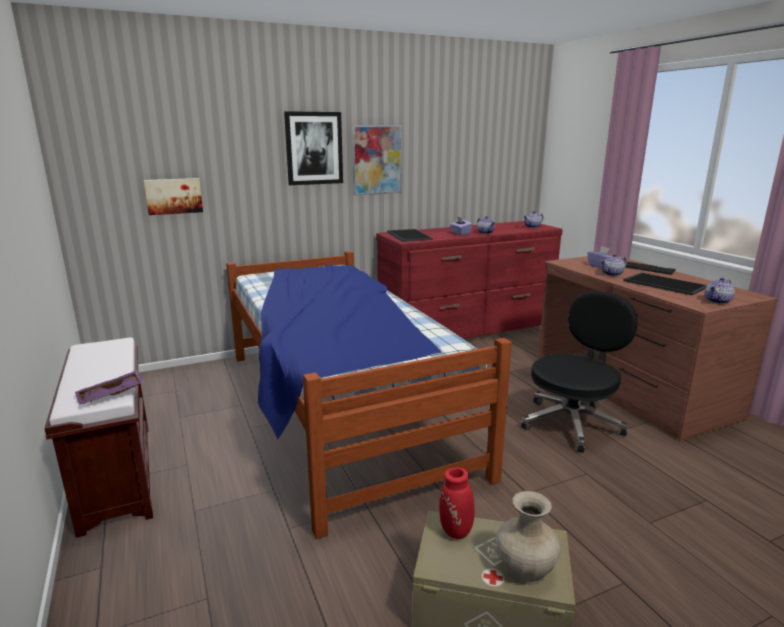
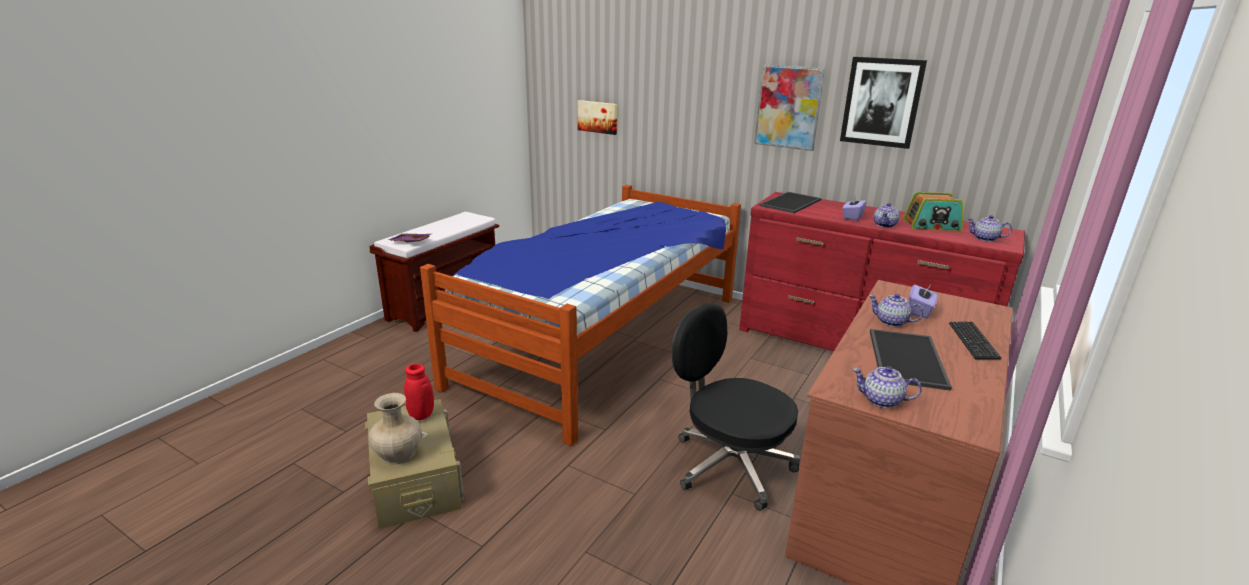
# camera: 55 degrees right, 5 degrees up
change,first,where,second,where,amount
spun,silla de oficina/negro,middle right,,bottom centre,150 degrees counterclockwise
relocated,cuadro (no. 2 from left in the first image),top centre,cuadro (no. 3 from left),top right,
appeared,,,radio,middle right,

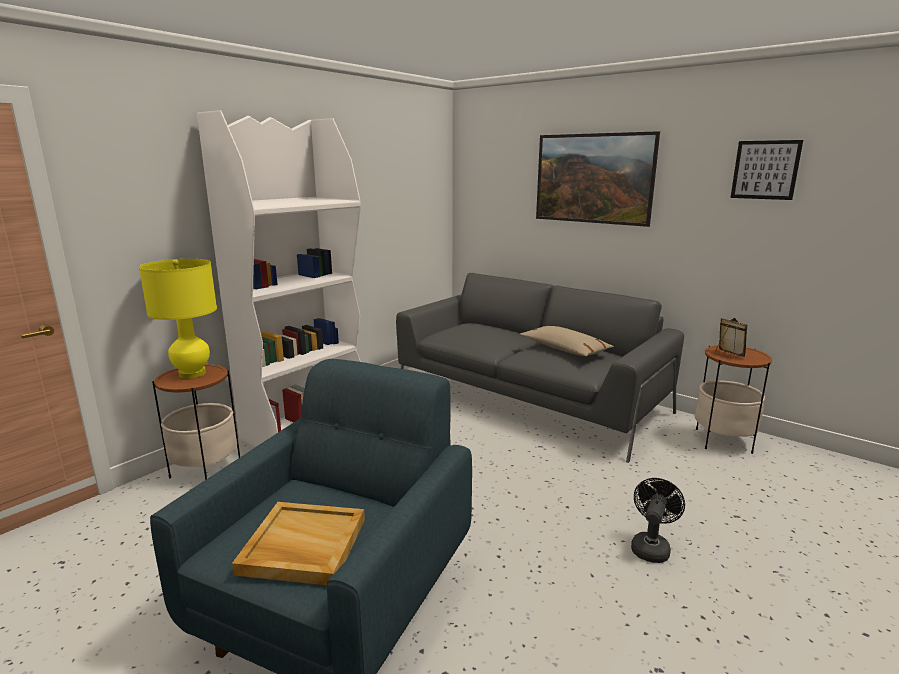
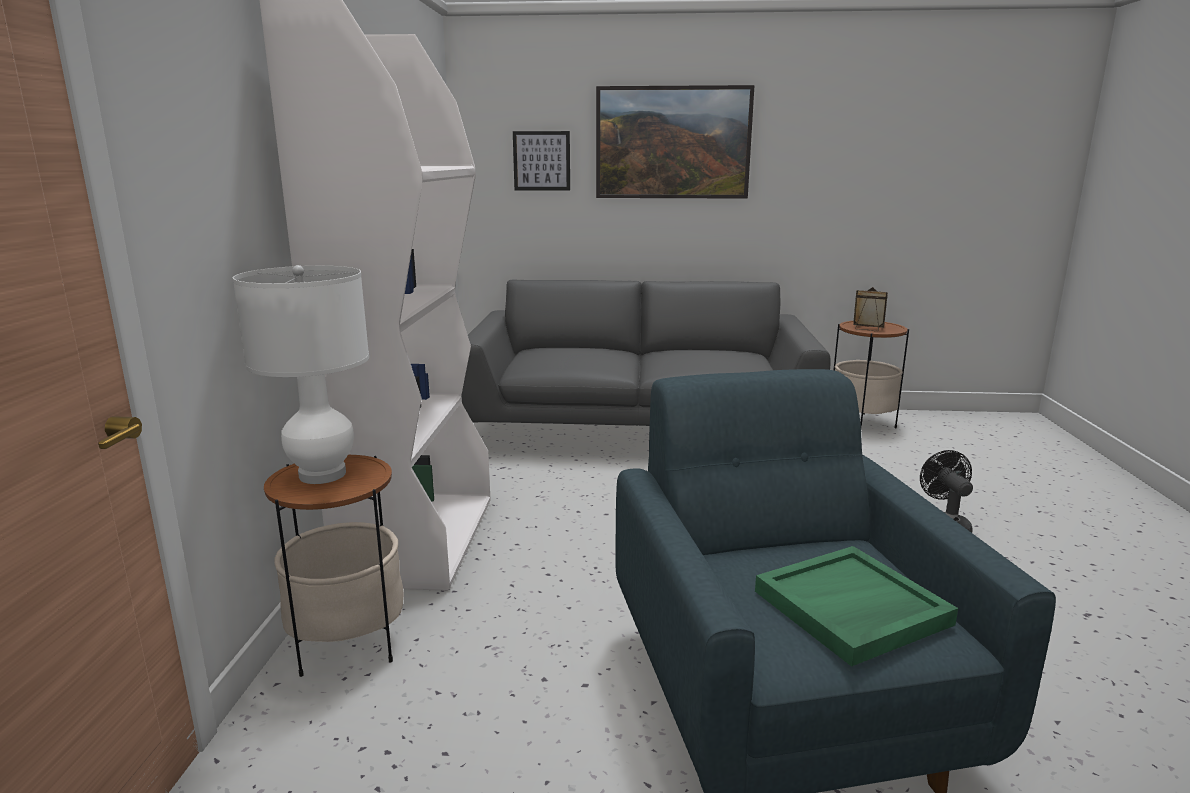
# camera: 35 degrees left, 0 degrees up
change,first,where,second,where,amount
colour,lámpara de mesa/amarillo,middle left,lámpara de mesa/blanco,middle left,
relocated,cuadro (no. 2 from left in the first image),top right,cuadro (no. 1 from left),top centre,
colour,bandeja/beis,bottom left,bandeja/verde,bottom right,
missing,cojín/beis,centre,,,

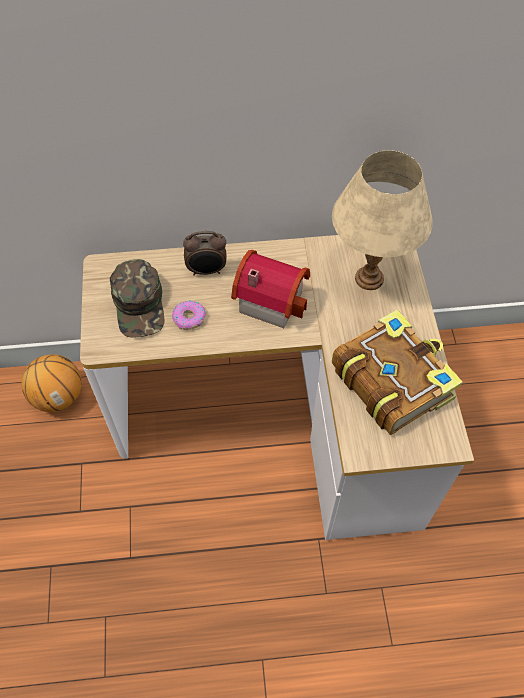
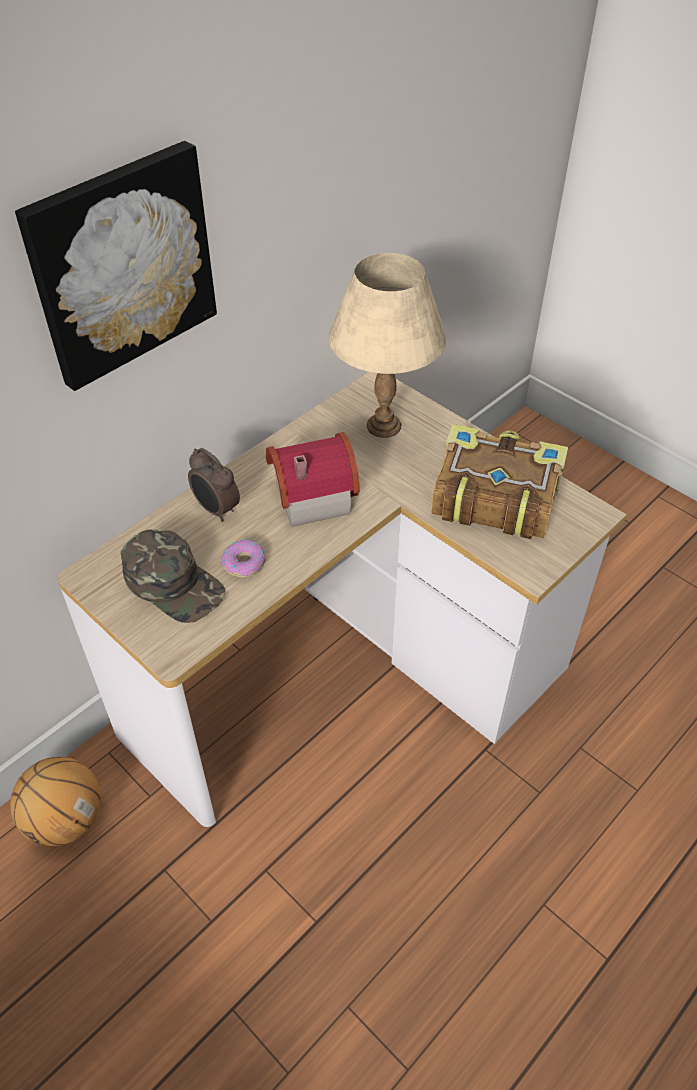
# camera: 40 degrees left, 10 degrees down
change,first,where,second,where,amount
appeared,,,cuadro,top left,
spun,despertador,centre,,middle left,90 degrees clockwise

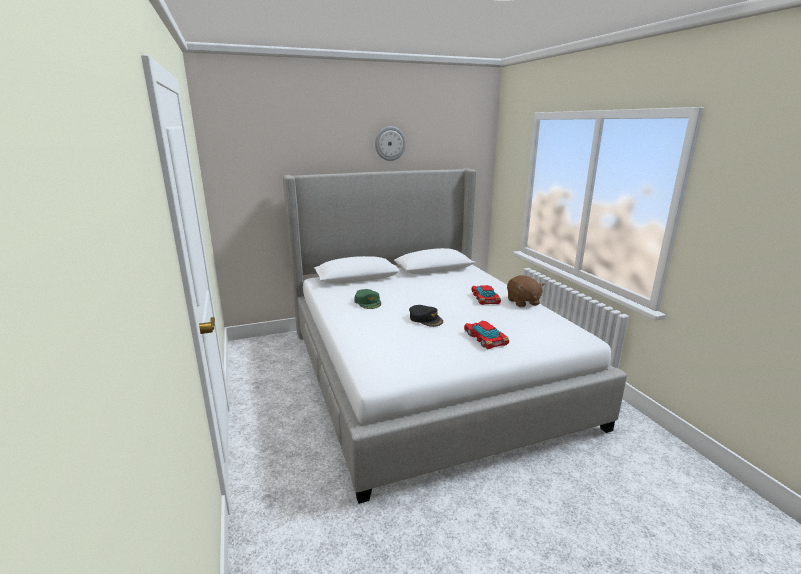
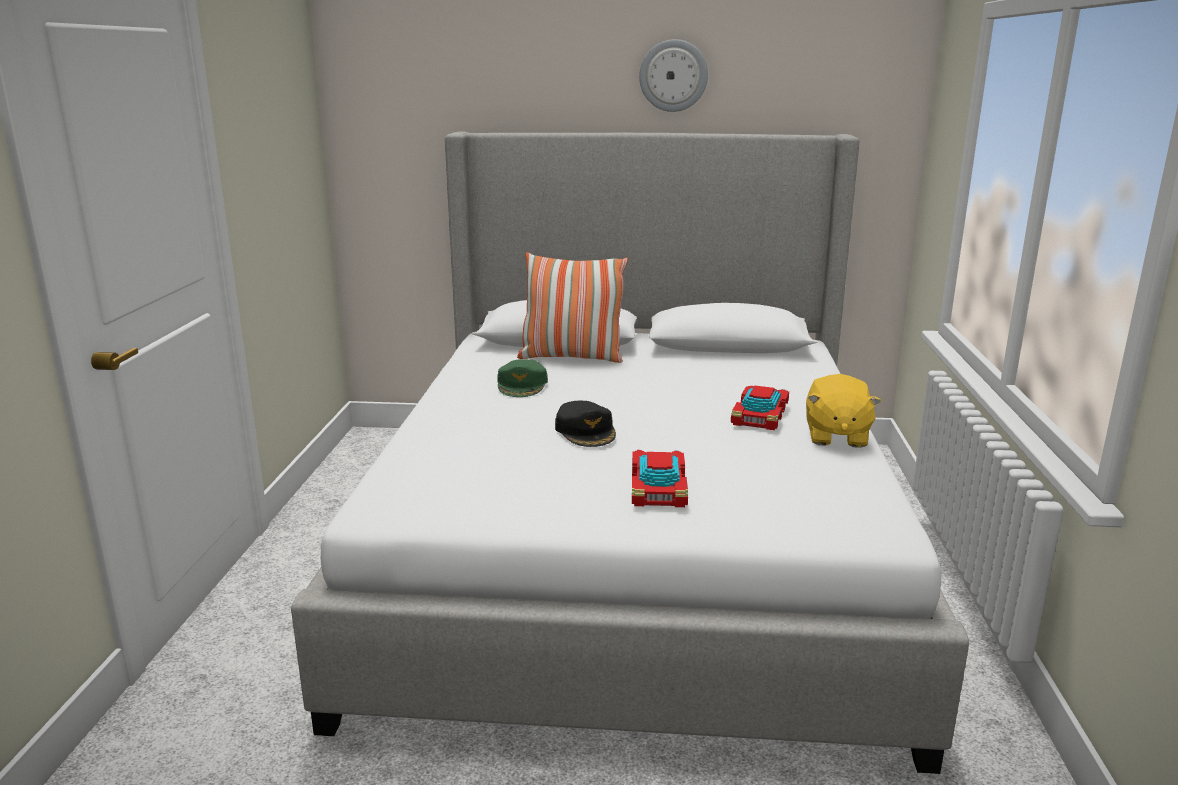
# camera: 25 degrees right, 0 degrees up
change,first,where,second,where,amount
appeared,,,cojín,centre,
colour,peluche/marrón,centre,peluche/amarillo,middle right,

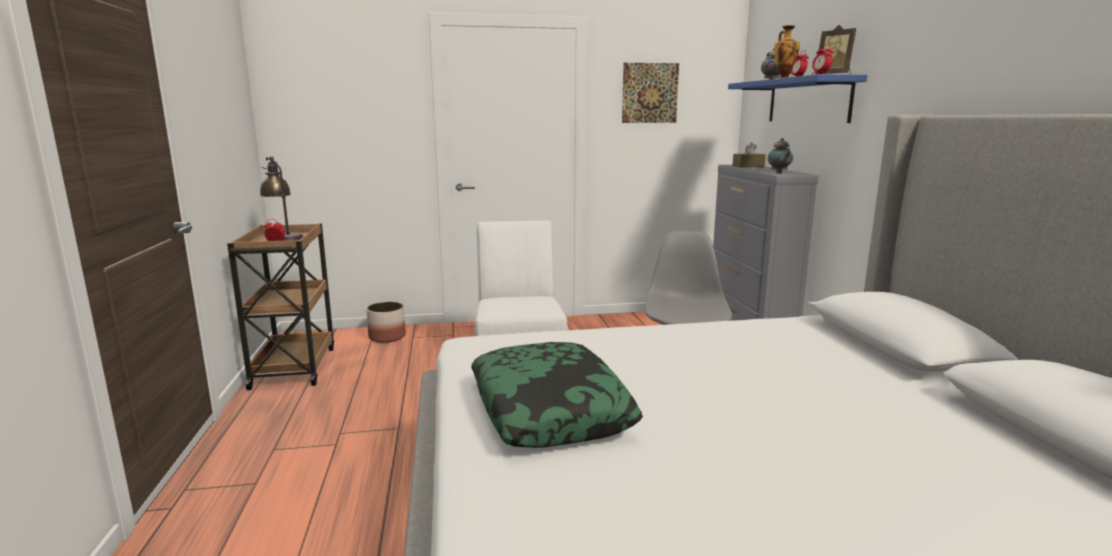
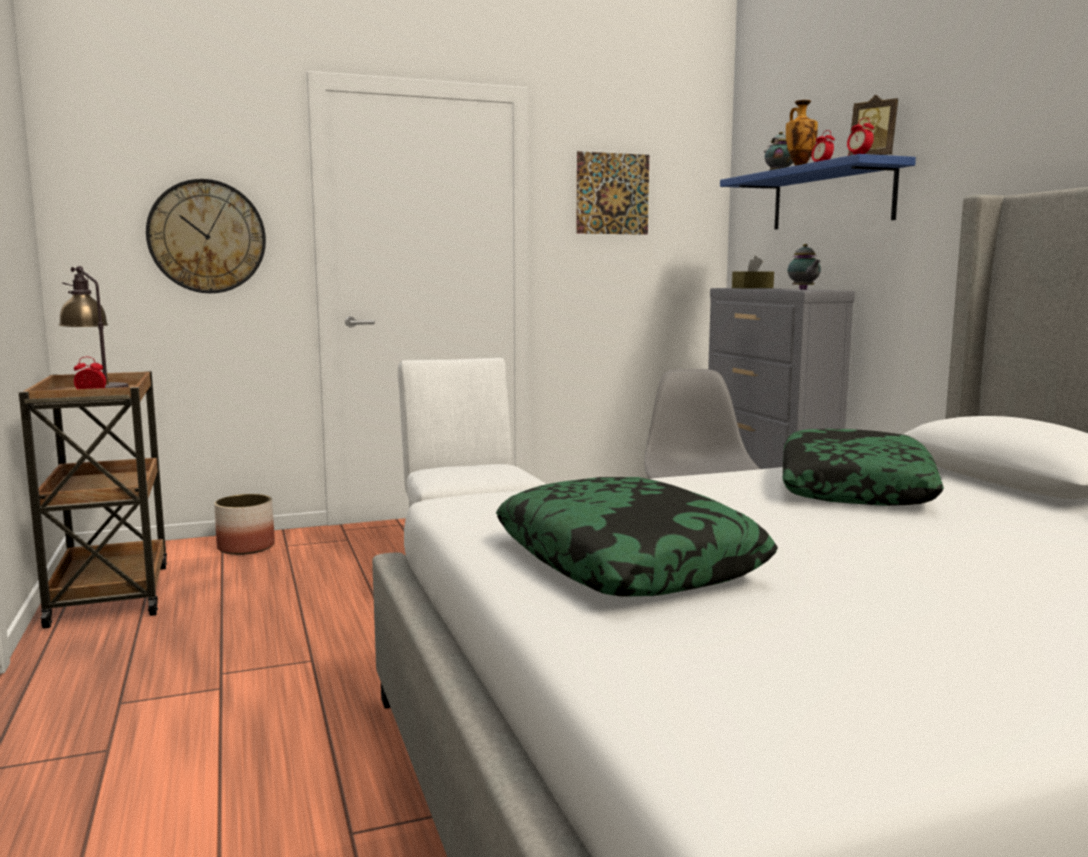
# camera: 10 degrees left, 5 degrees down
change,first,where,second,where,amount
appeared,,,reloj de pared,top left,
appeared,,,cojín (no. 2 from left),middle right,

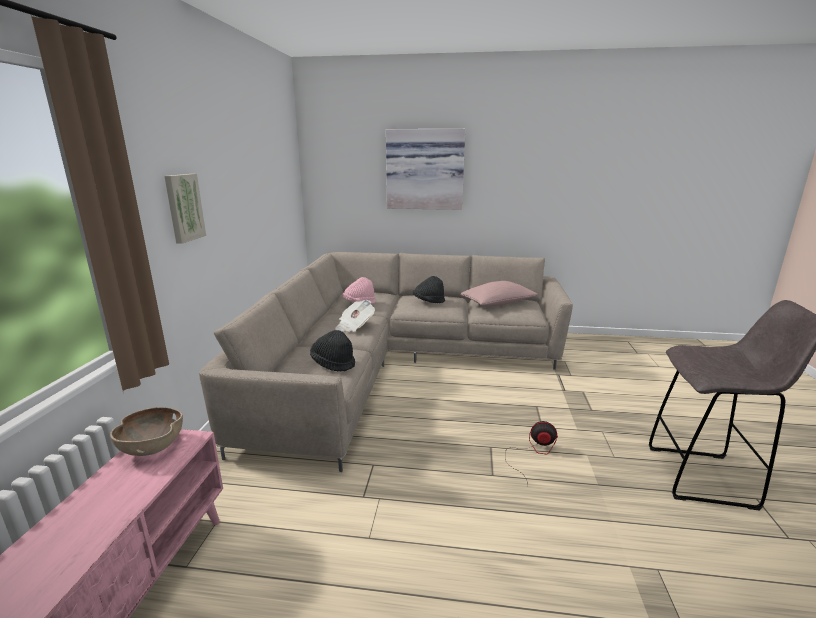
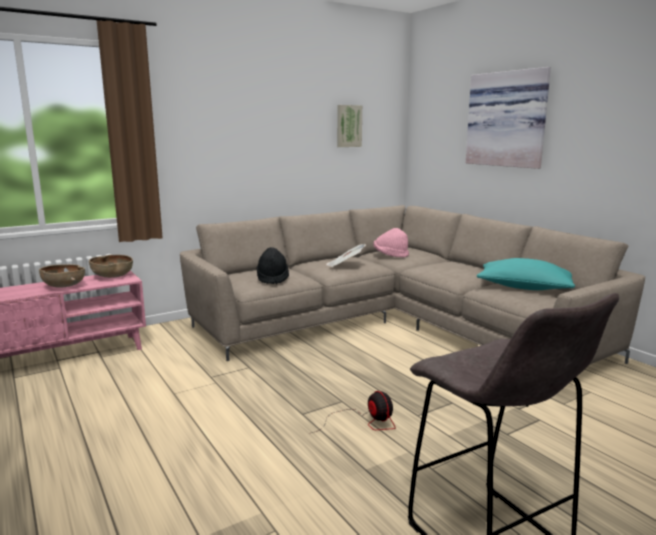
# camera: 50 degrees right, 5 degrees down
change,first,where,second,where,amount
appeared,,,cuenco/marrón (no. 1 from left),middle left,
relocated,cuadro (no. 1 from left),middle left,,top centre,
colour,cojín/rosa,centre,cojín/turquesa,middle right,
missing,sombrero/negro (no. 2 from left),centre,,,

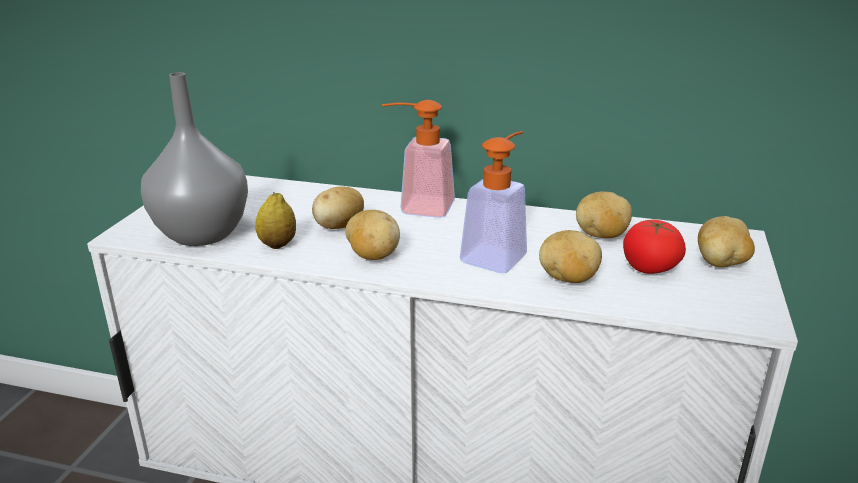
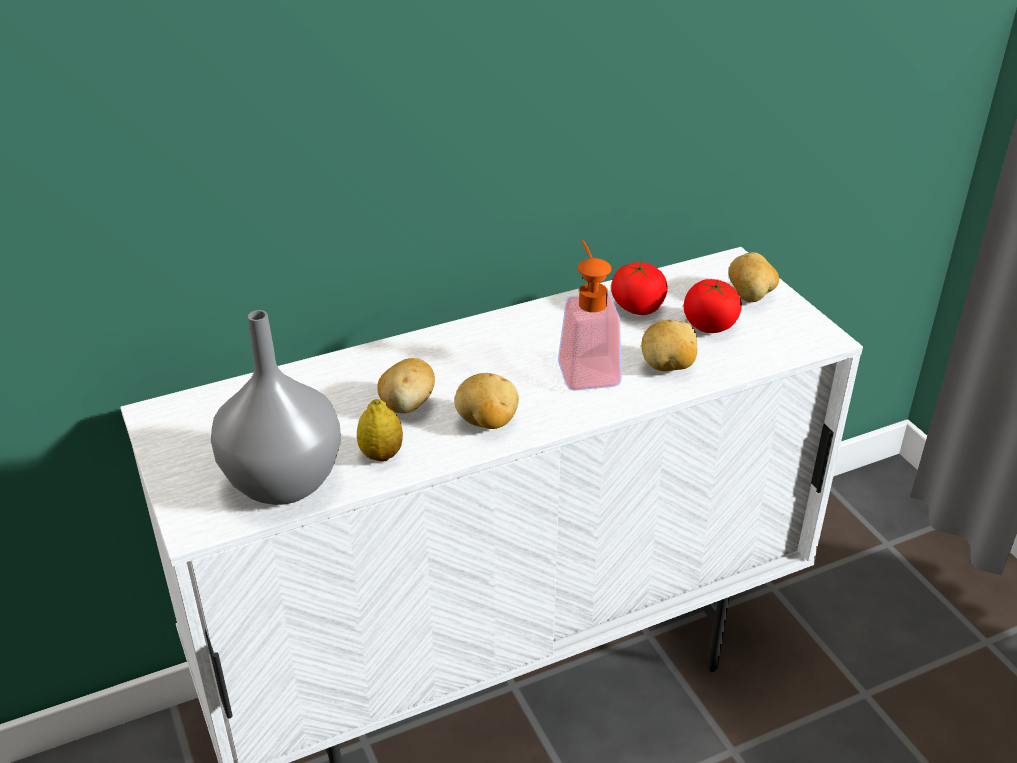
# camera: 40 degrees left, 10 degrees up
change,first,where,second,where,amount
exchanged,patata (no. 4 from left),middle right,tomate (no. 1 from left),centre,
missing,dispensador de jabón (no. 1 from left),top centre,,,

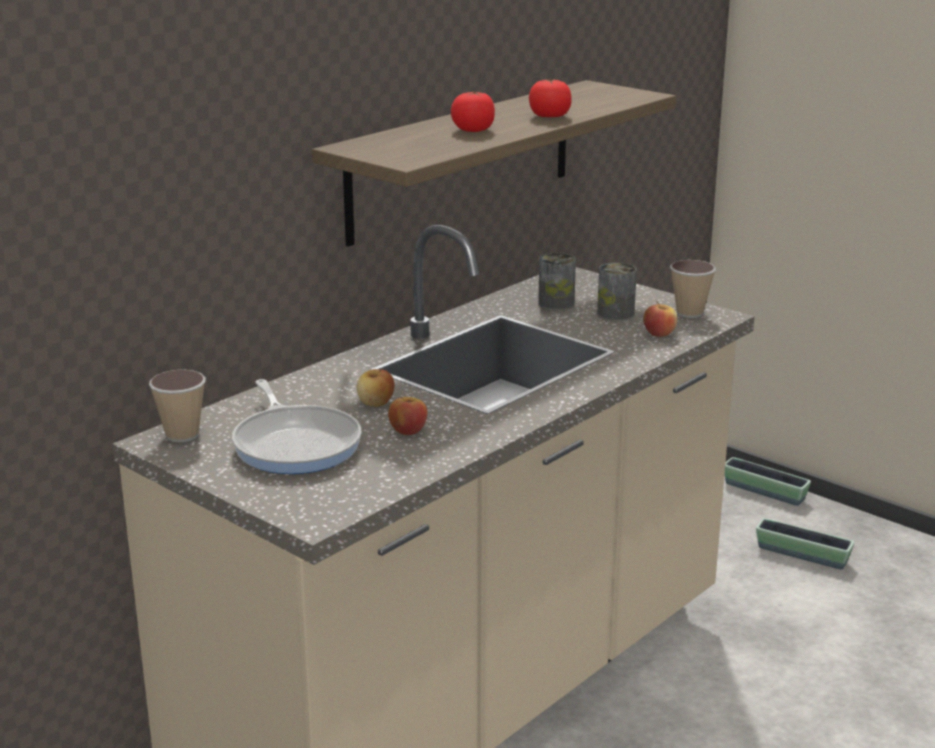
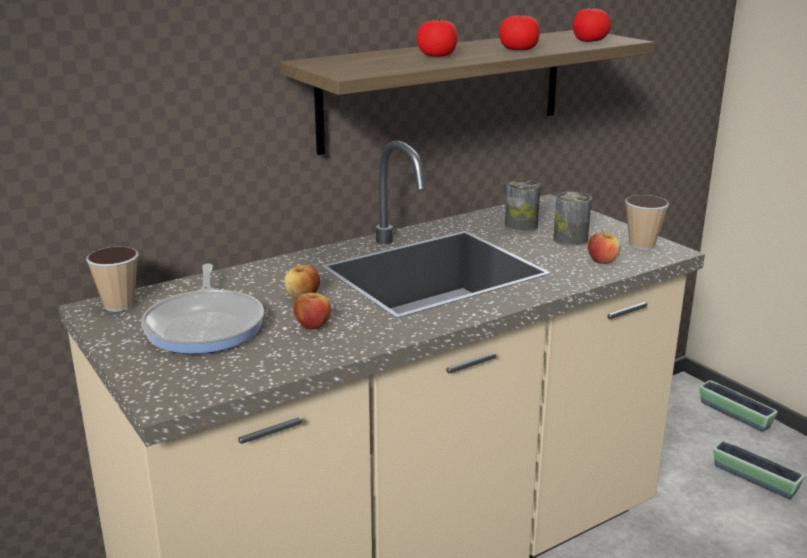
# camera: 15 degrees right, 0 degrees up
change,first,where,second,where,amount
appeared,,,tomate (no. 3 from left),top right,

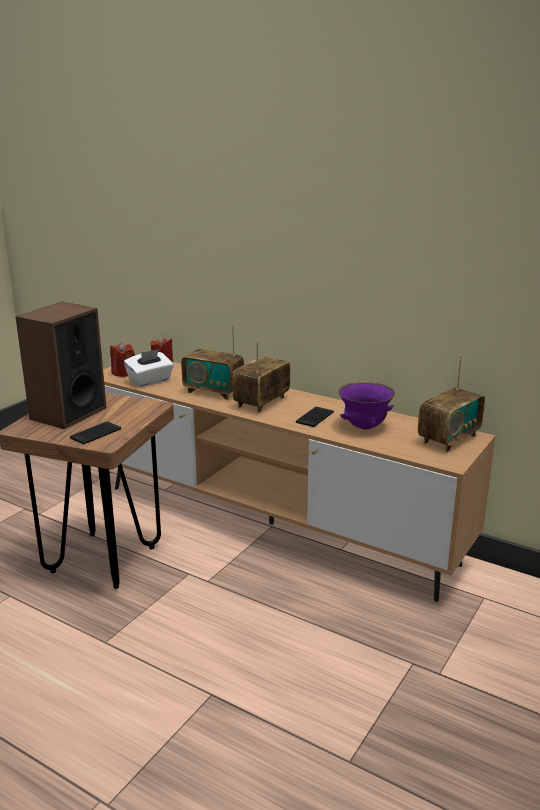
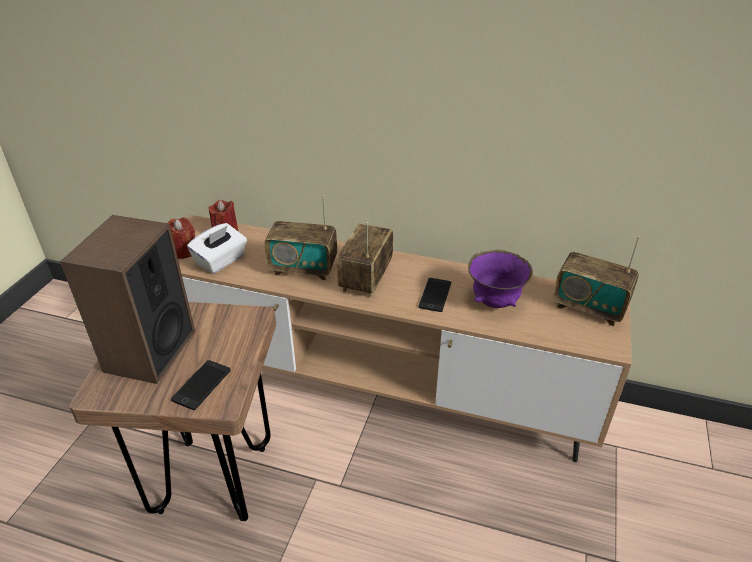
# camera: 15 degrees left, 15 degrees up
change,first,where,second,where,amount
spun,radio (no. 3 from left),middle right,,middle right,90 degrees clockwise

